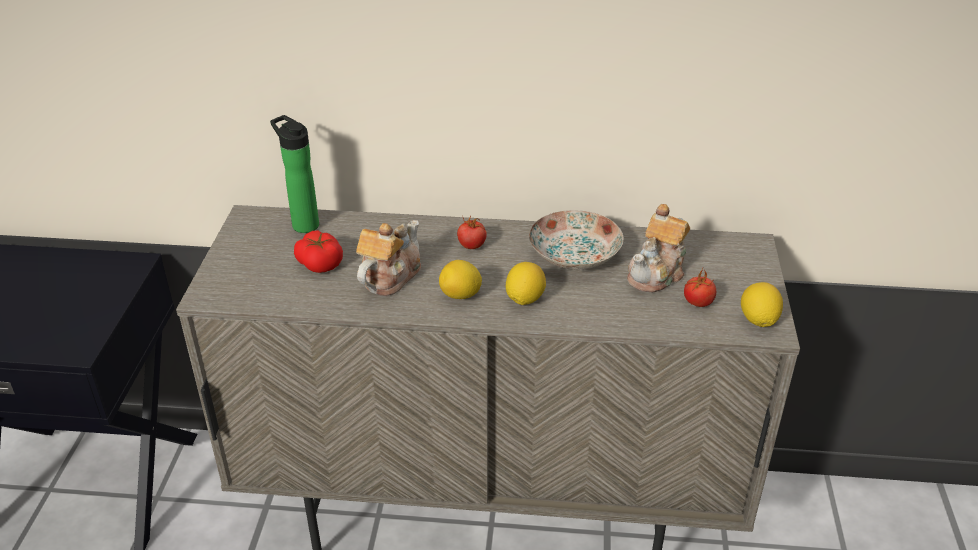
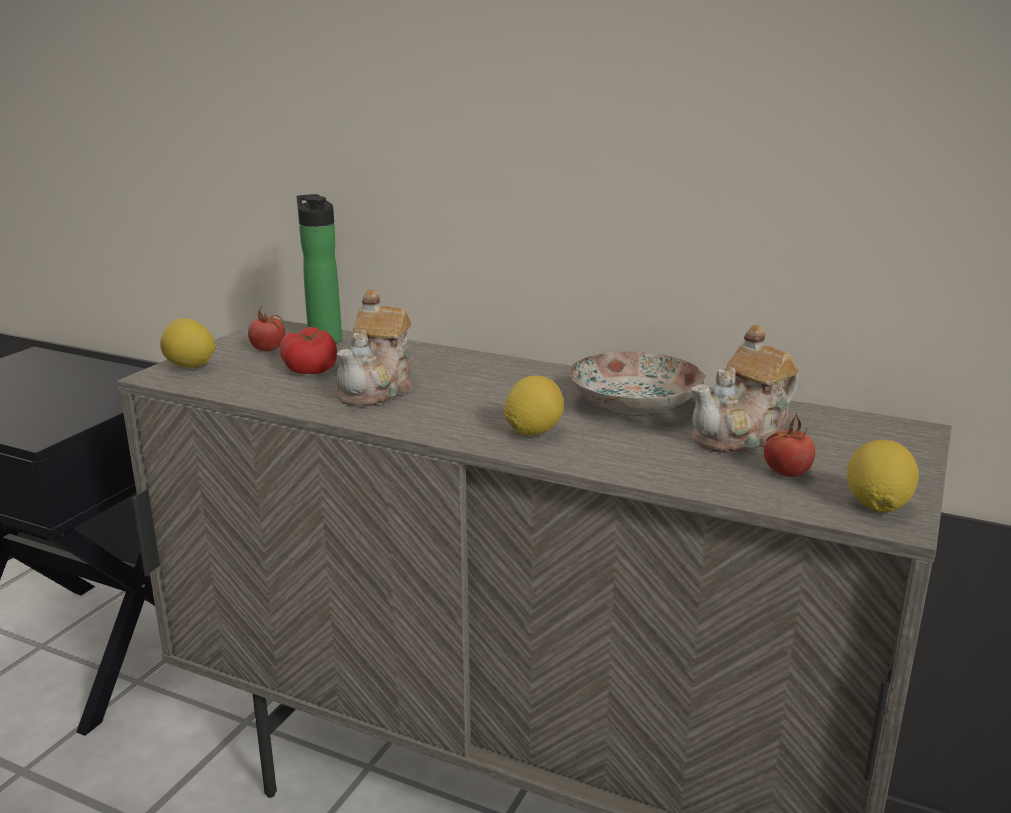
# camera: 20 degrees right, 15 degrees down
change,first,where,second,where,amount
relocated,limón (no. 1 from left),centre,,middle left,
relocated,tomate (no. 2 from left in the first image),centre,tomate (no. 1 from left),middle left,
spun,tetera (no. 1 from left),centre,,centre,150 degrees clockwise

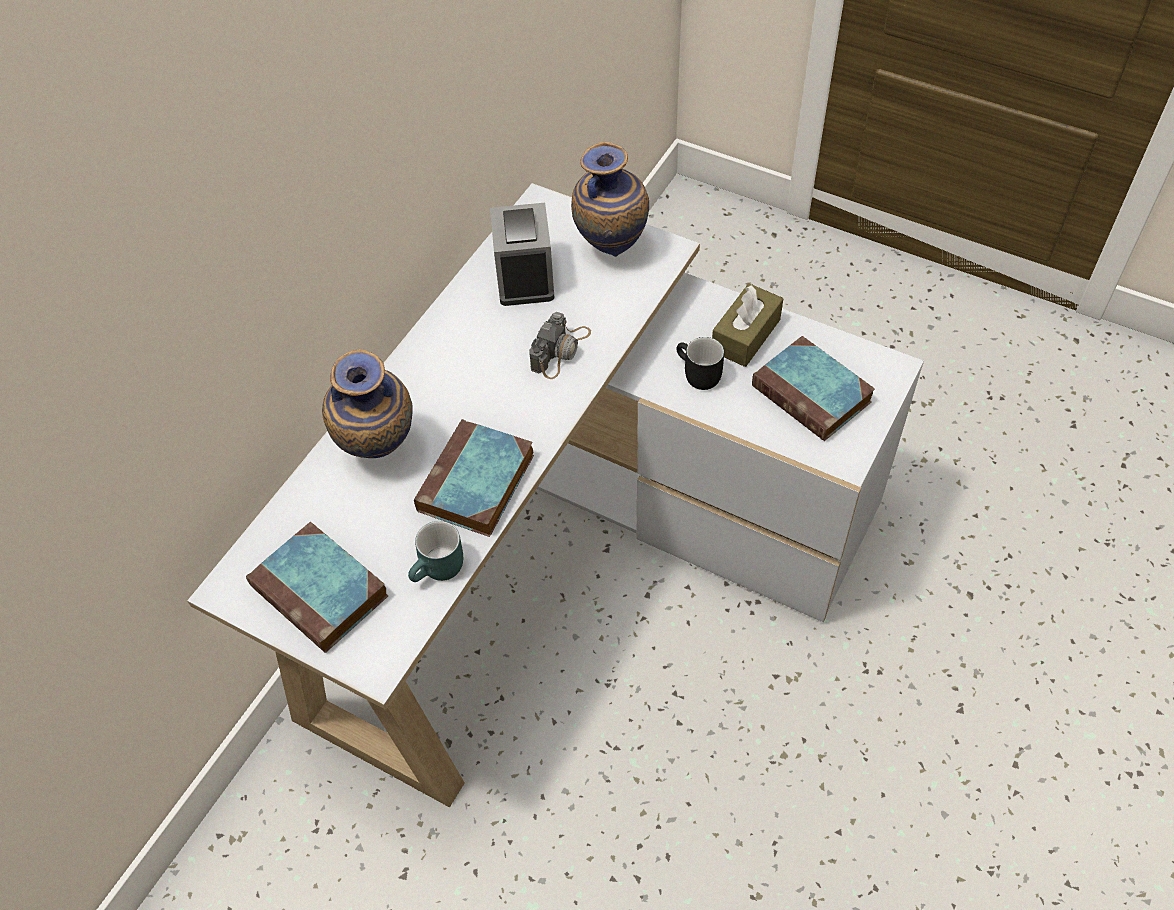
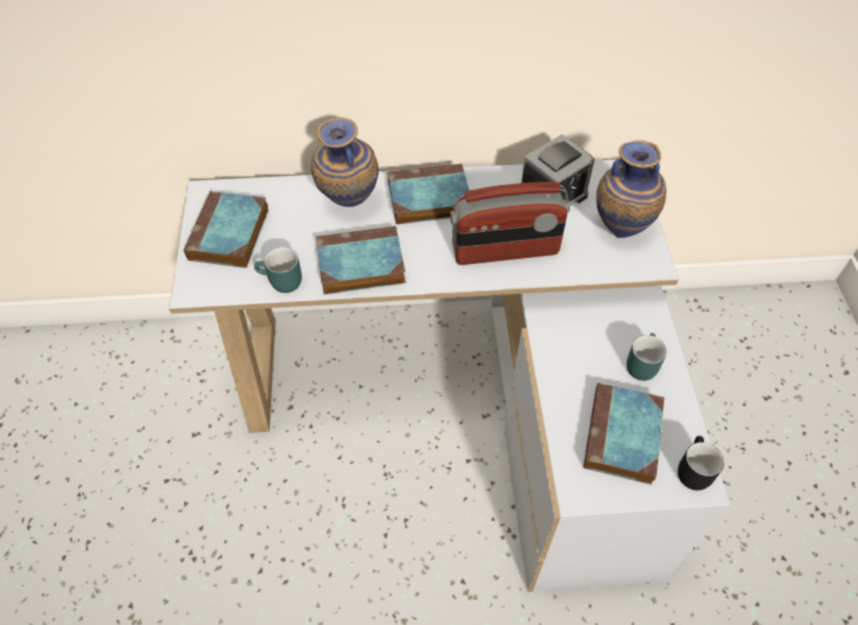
# camera: 55 degrees right, 0 degrees up
change,first,where,second,where,amount
appeared,,,libro (no. 3 from left),top centre,
exchanged,cámara,centre,radio,centre,
exchanged,caja de pañuelos/marrón,centre,taza grande/turquesa (no. 2 from left),middle right,
relocated,taza grande/negro,centre,,bottom right,

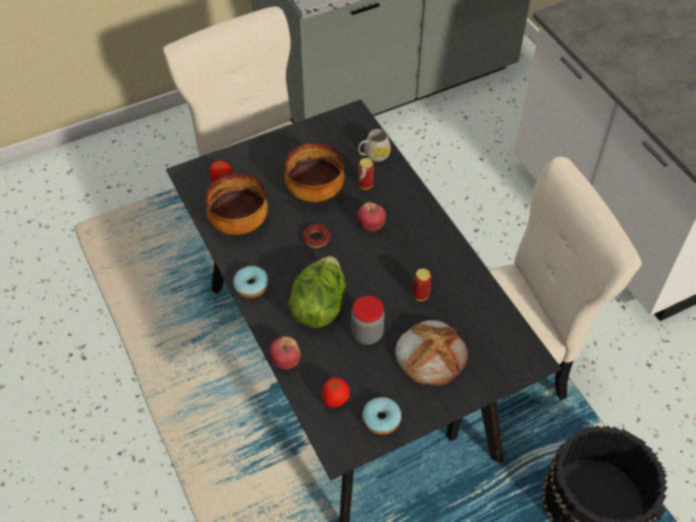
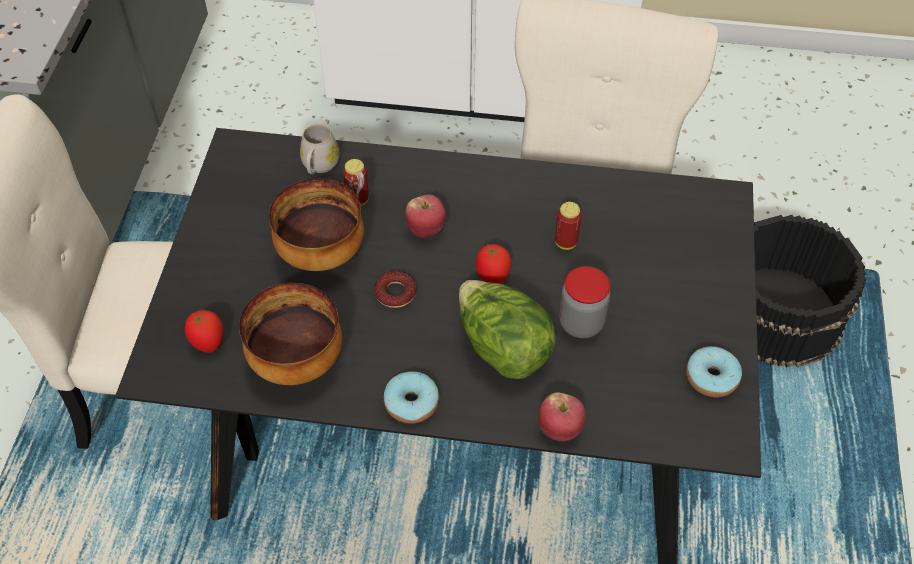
# camera: 55 degrees left, 0 degrees up
change,first,where,second,where,amount
relocated,tomate (no. 2 from left),bottom centre,,centre,
missing,pan,bottom centre,,,

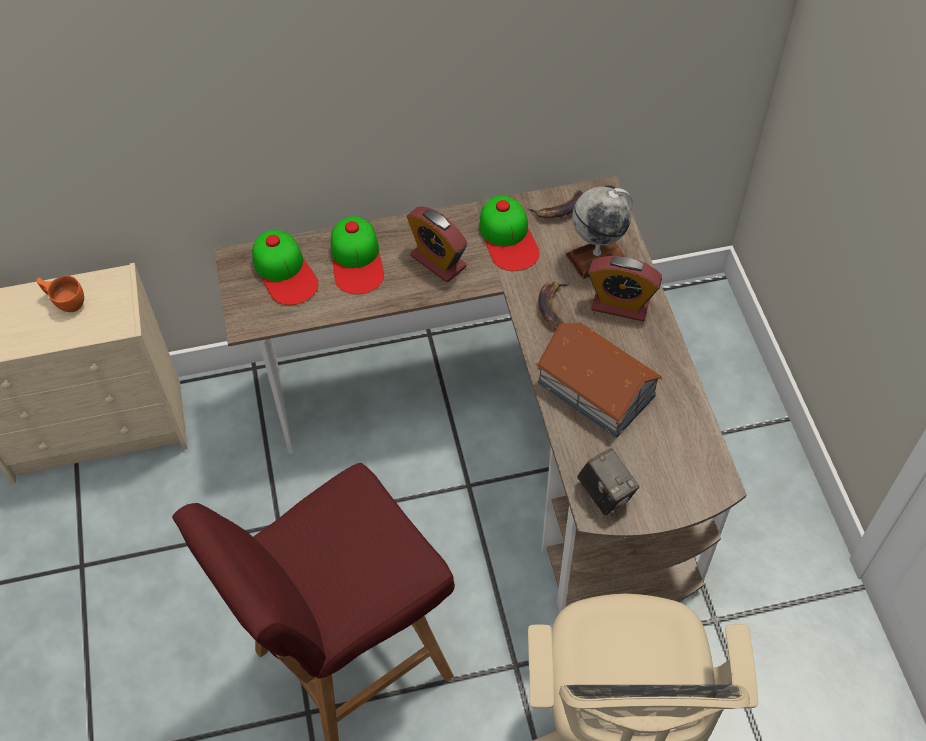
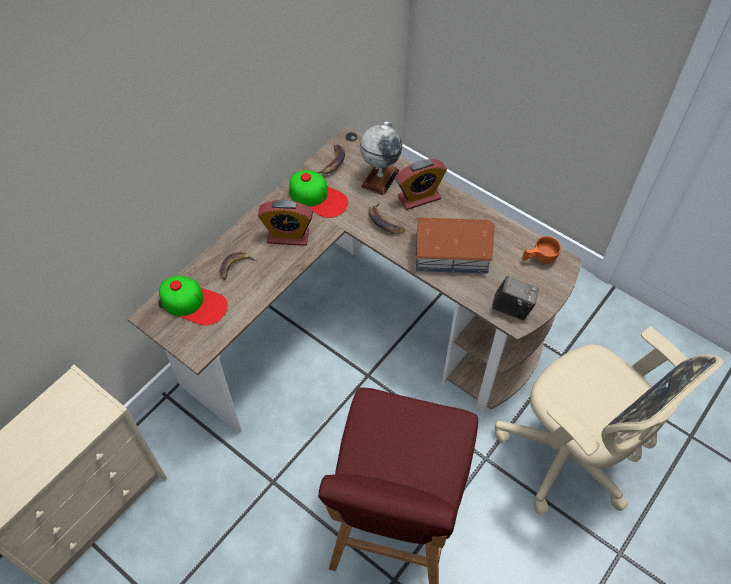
# camera: 40 degrees left, 0 degrees up
change,first,where,second,where,amount
exchanged,gorra (no. 2 from left),centre,plátano (no. 1 from left),middle left,
relocated,taza/naranja,middle left,,middle right,

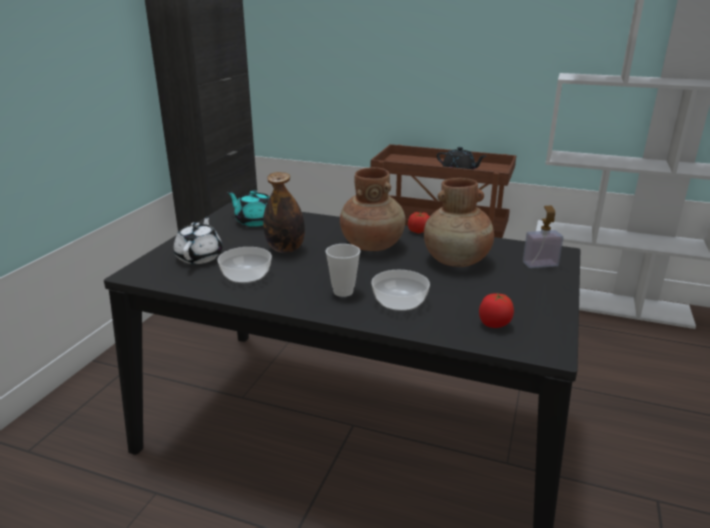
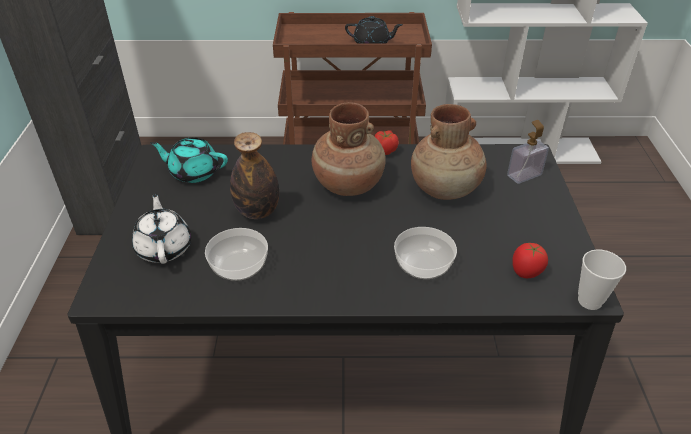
# camera: 20 degrees left, 15 degrees up
change,first,where,second,where,amount
relocated,taza,centre,,middle right,

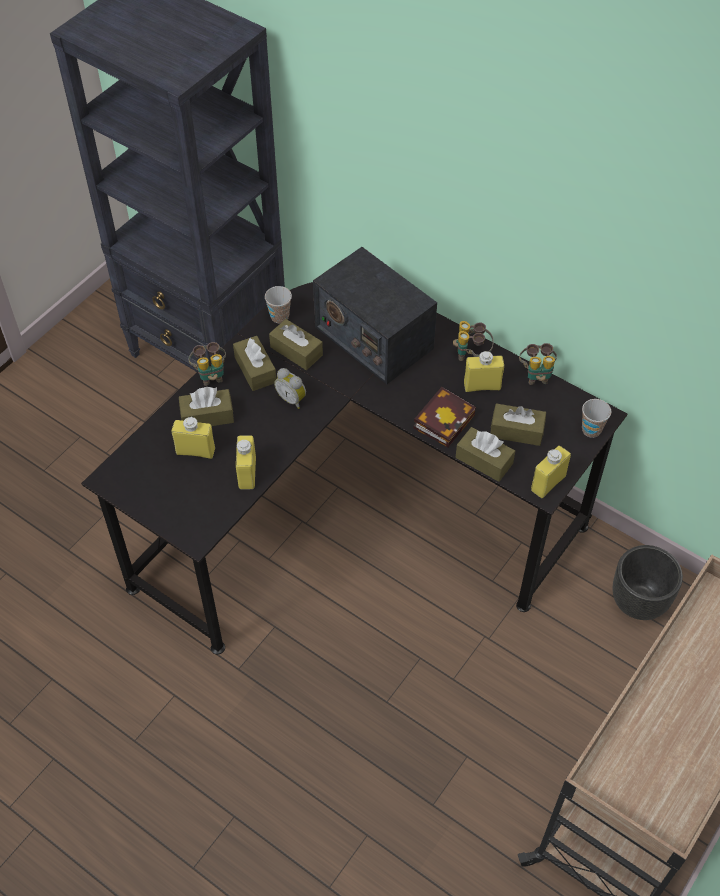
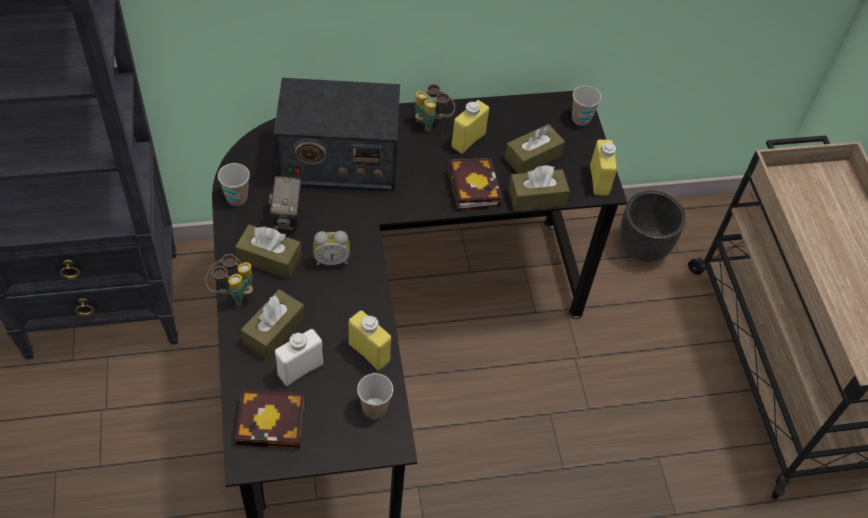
# camera: 50 degrees left, 0 degrees up
change,first,where,second,where,amount
appeared,,,libro (no. 1 from left),bottom left,
exchanged,caja de pañuelos/marrón (no. 3 from left),centre,cámara,middle left,
colour,botella/amarillo (no. 1 from left),middle left,botella/blanco,bottom centre,
appeared,,,taza (no. 2 from left),bottom centre,
missing,prismáticos (no. 3 from left),middle right,,,

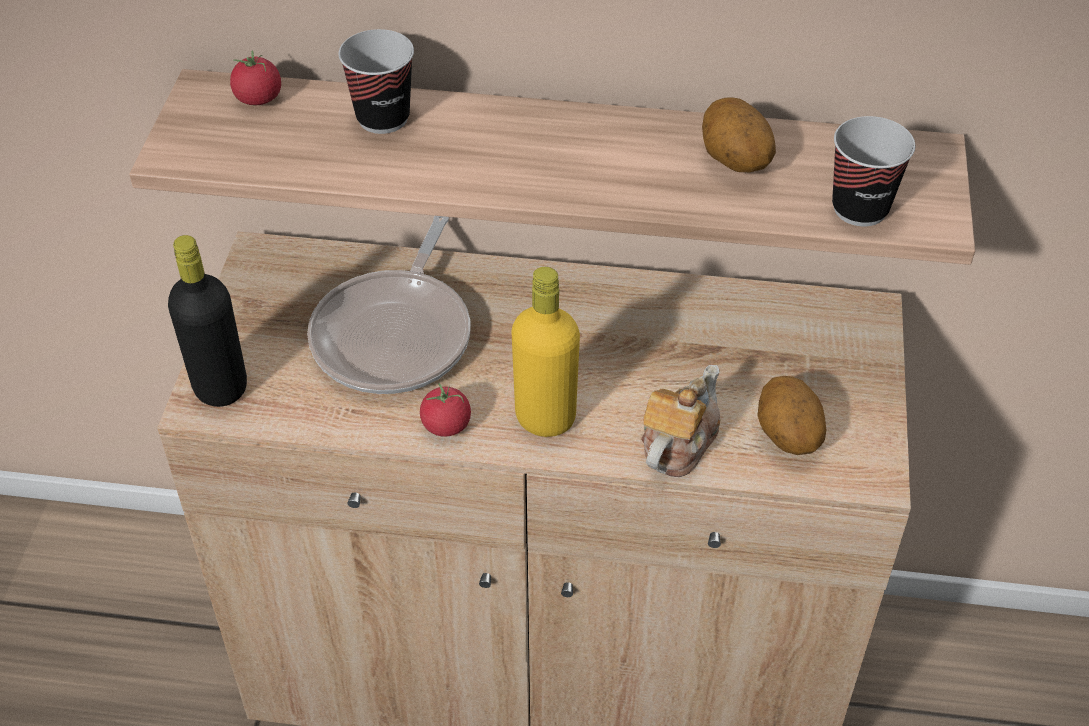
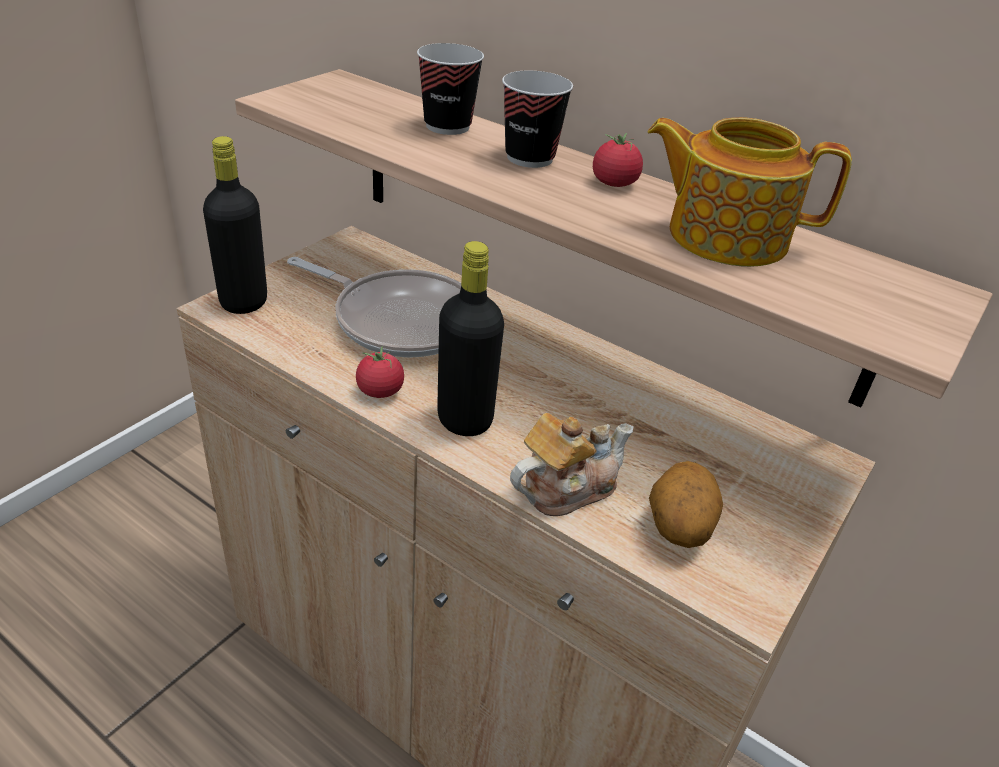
# camera: 25 degrees right, 10 degrees down
change,first,where,second,where,amount
spun,sartén,centre,,centre,105 degrees counterclockwise
colour,botella/amarillo,centre,botella/negro (no. 2 from left),centre,
relocated,taza (no. 2 from left),top right,,top centre,
relocated,tomate (no. 1 from left in the first image),top left,tomate (no. 2 from left),top centre,
exchanged,patata (no. 1 from left),top right,tetera (no. 2 from left),top right,

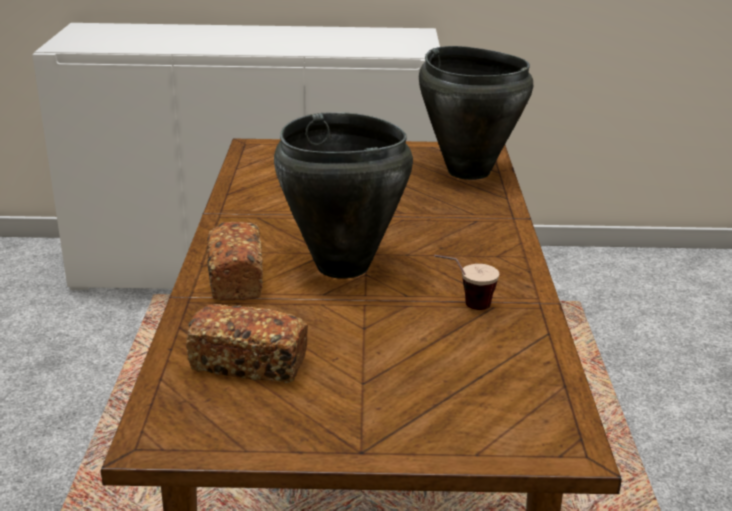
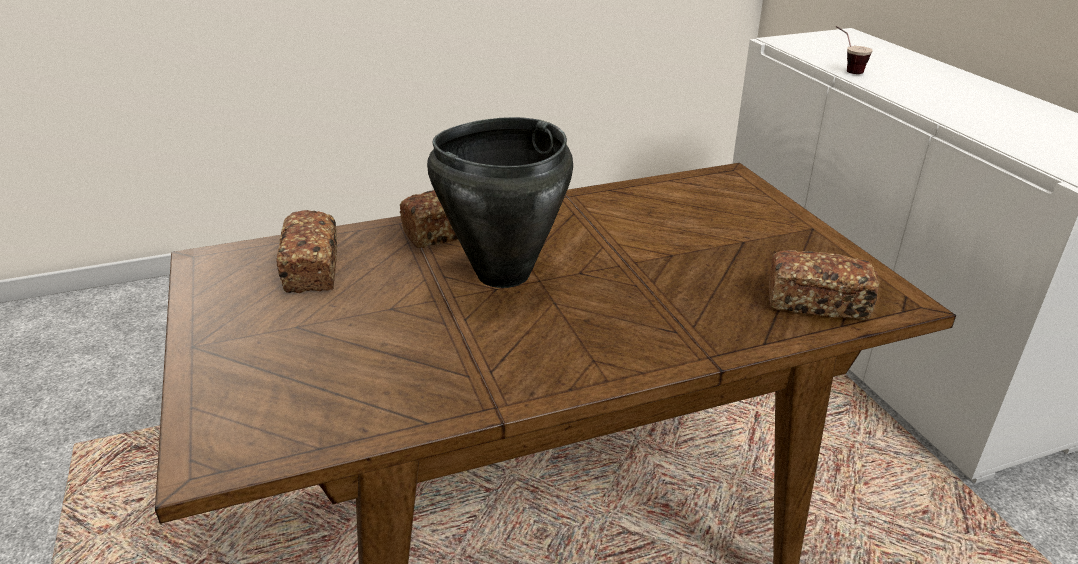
# camera: 70 degrees right, 5 degrees up
change,first,where,second,where,amount
exchanged,olla/negro (no. 2 from left),top centre,pan (no. 3 from left),middle right,
relocated,taza,centre,,top right,

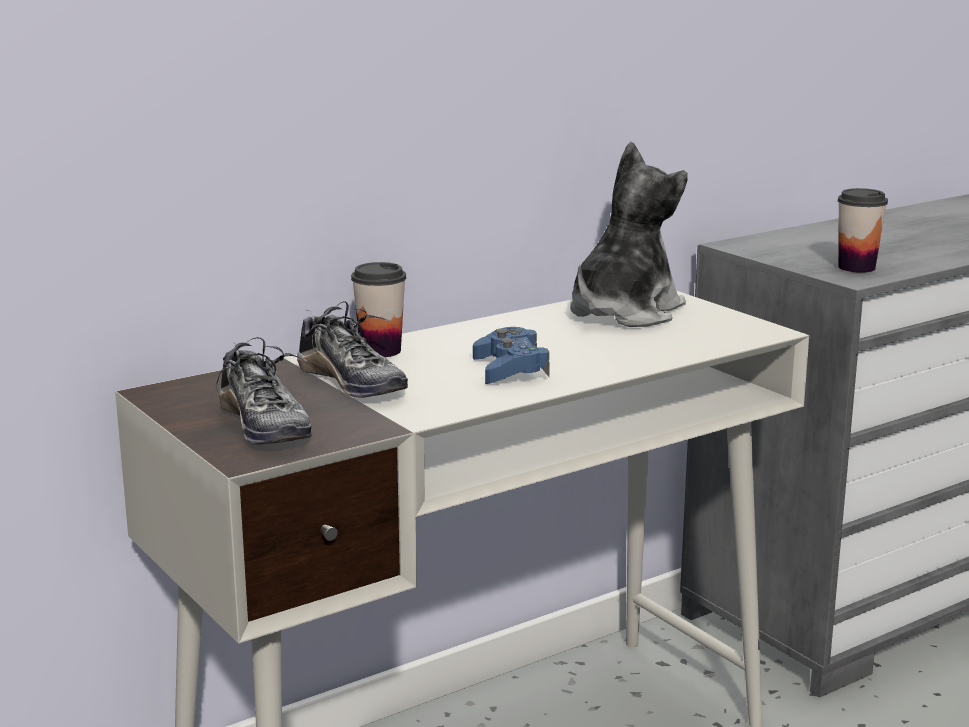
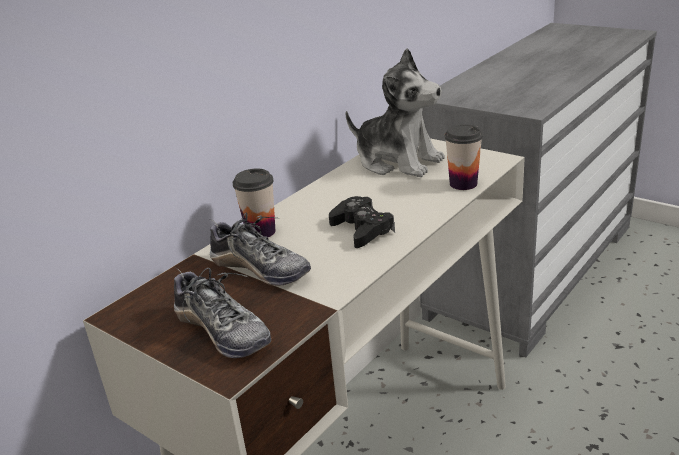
# camera: 15 degrees left, 10 degrees up
change,first,where,second,where,amount
colour,mando de consola/azul,centre,mando de consola/negro,centre,
spun,peluche,top centre,,top centre,105 degrees clockwise
relocated,taza (no. 2 from left),top right,,middle right,

